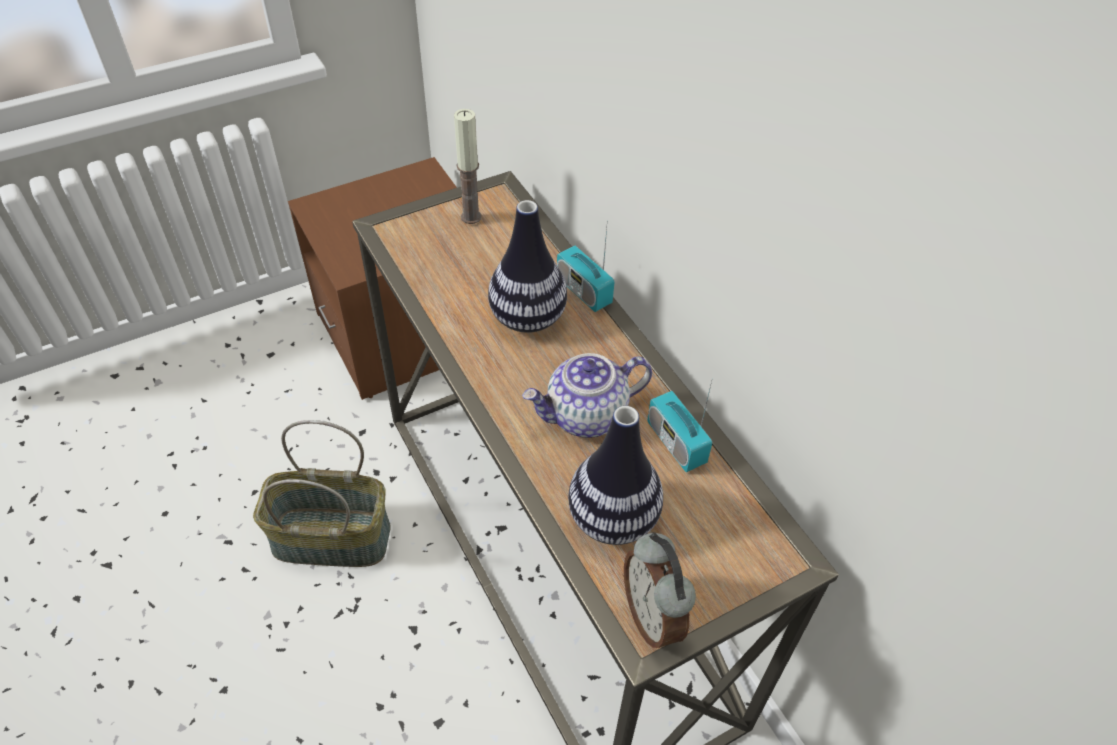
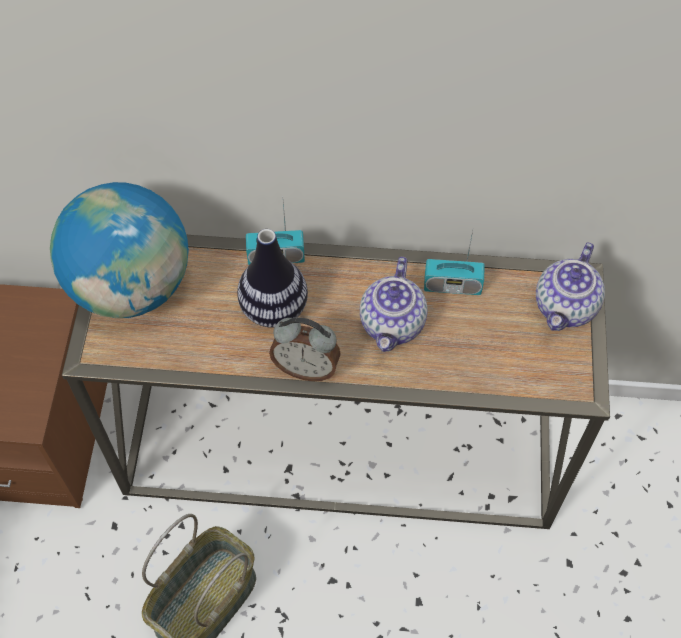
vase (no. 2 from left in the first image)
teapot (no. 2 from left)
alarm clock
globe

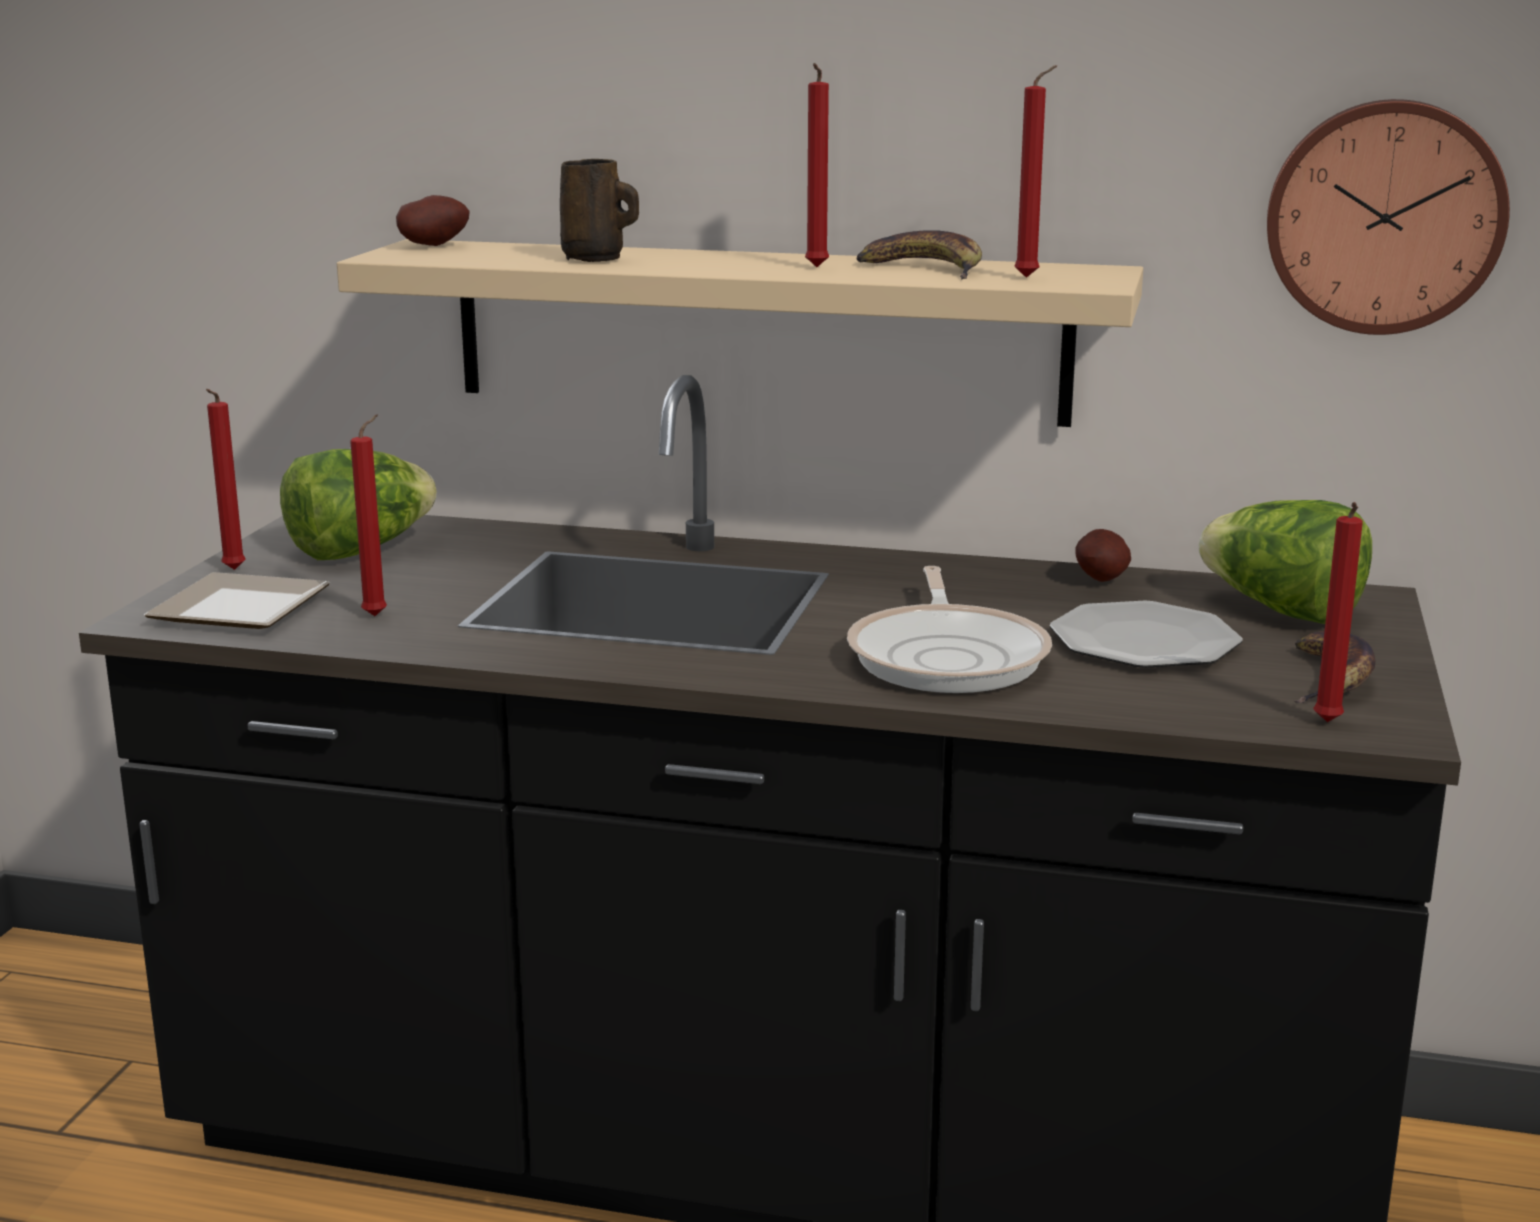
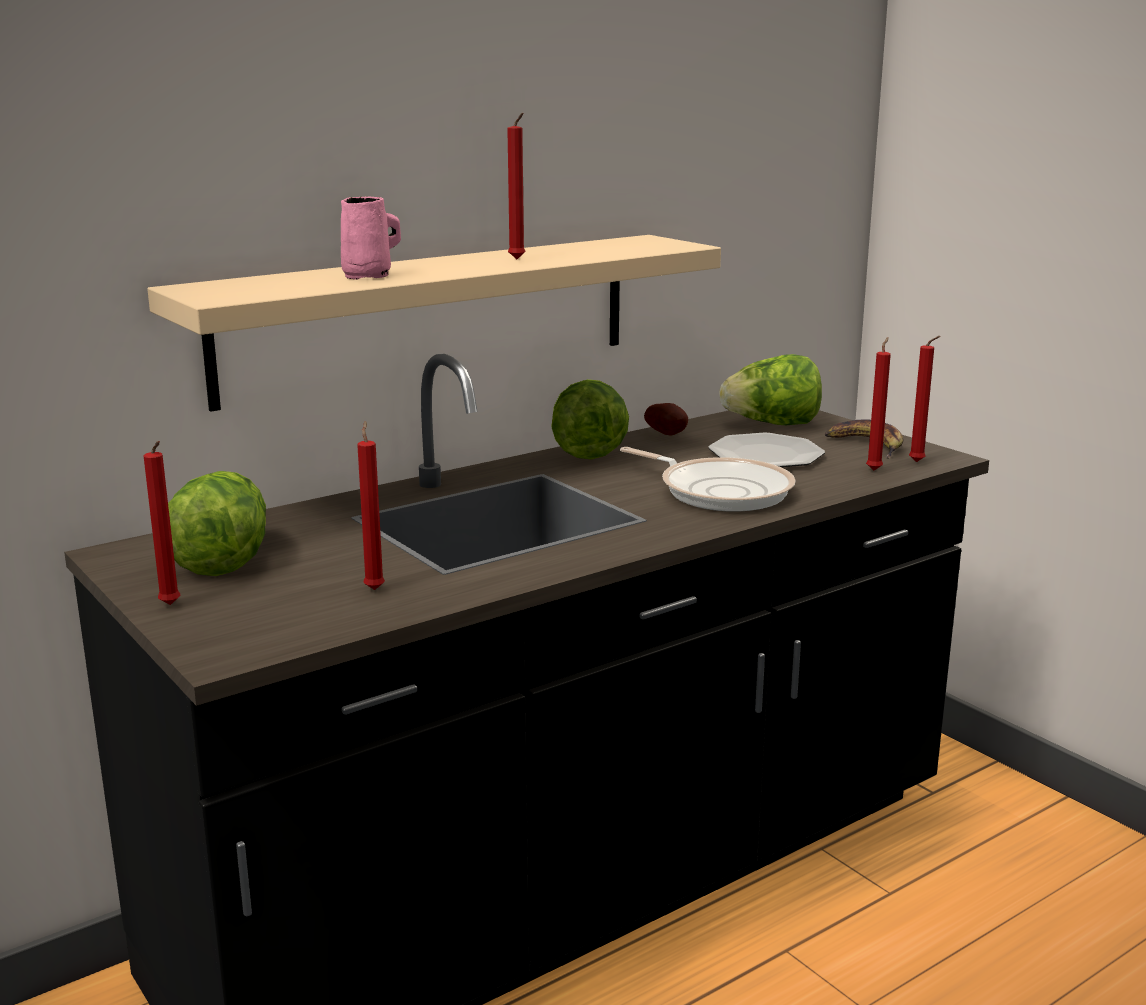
plate (no. 1 from left in the first image)
potato (no. 1 from left in the first image)
banana (no. 1 from left in the first image)
wall clock
lettuce (no. 2 from left)
candle/red (no. 4 from left)
mug/pink

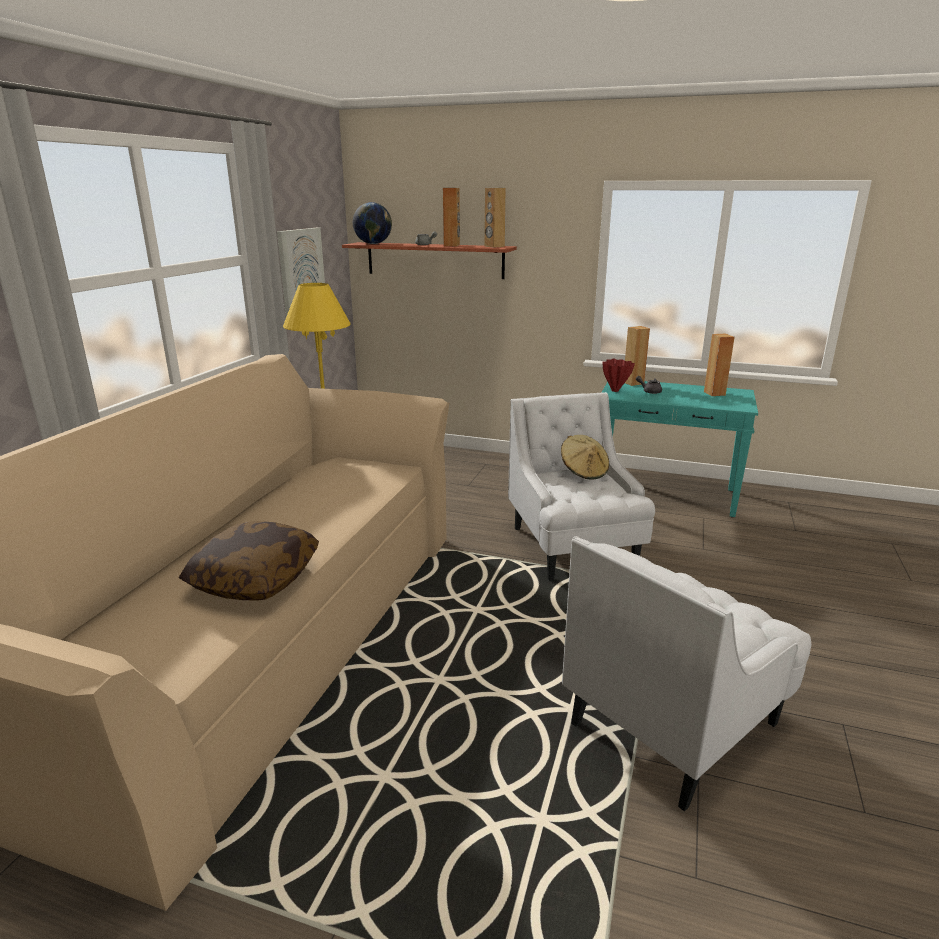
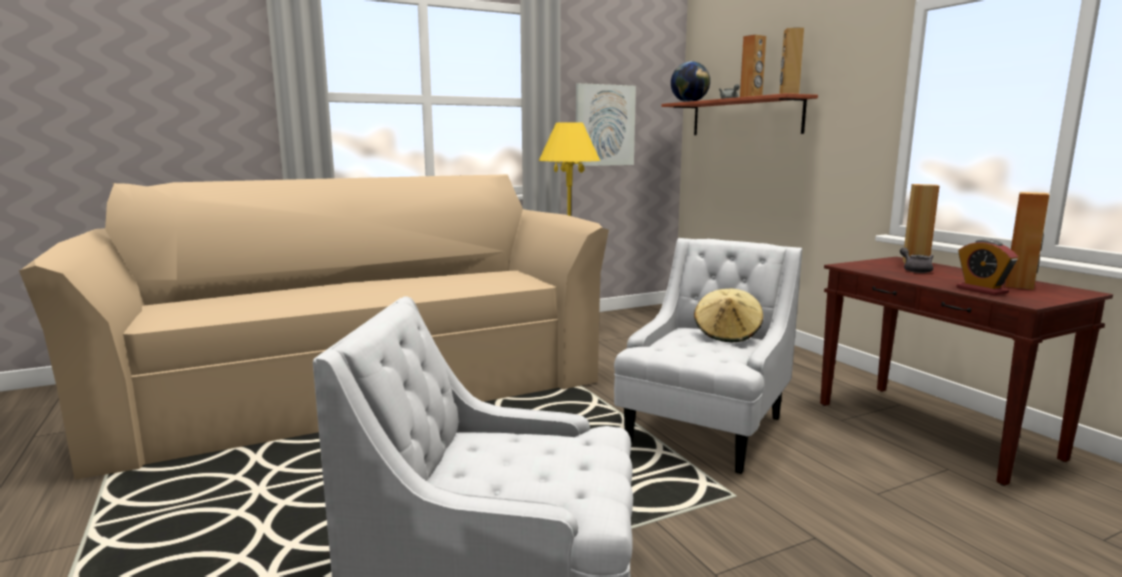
pillow
vase/red
alarm clock
console table/brown

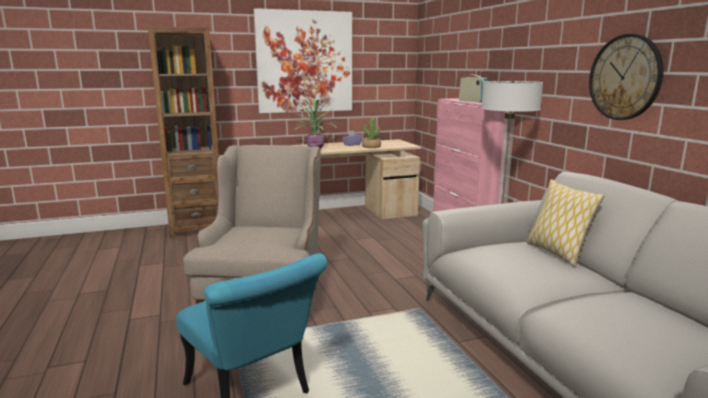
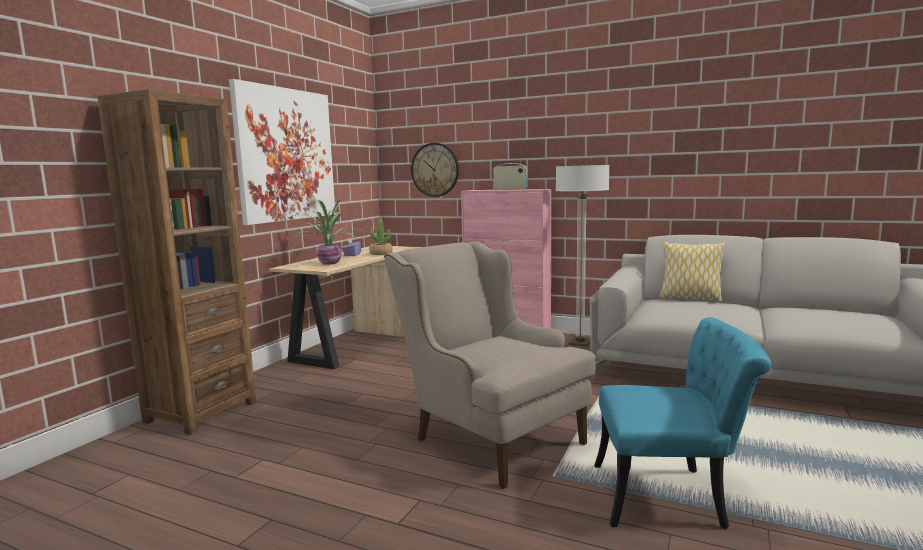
wall clock

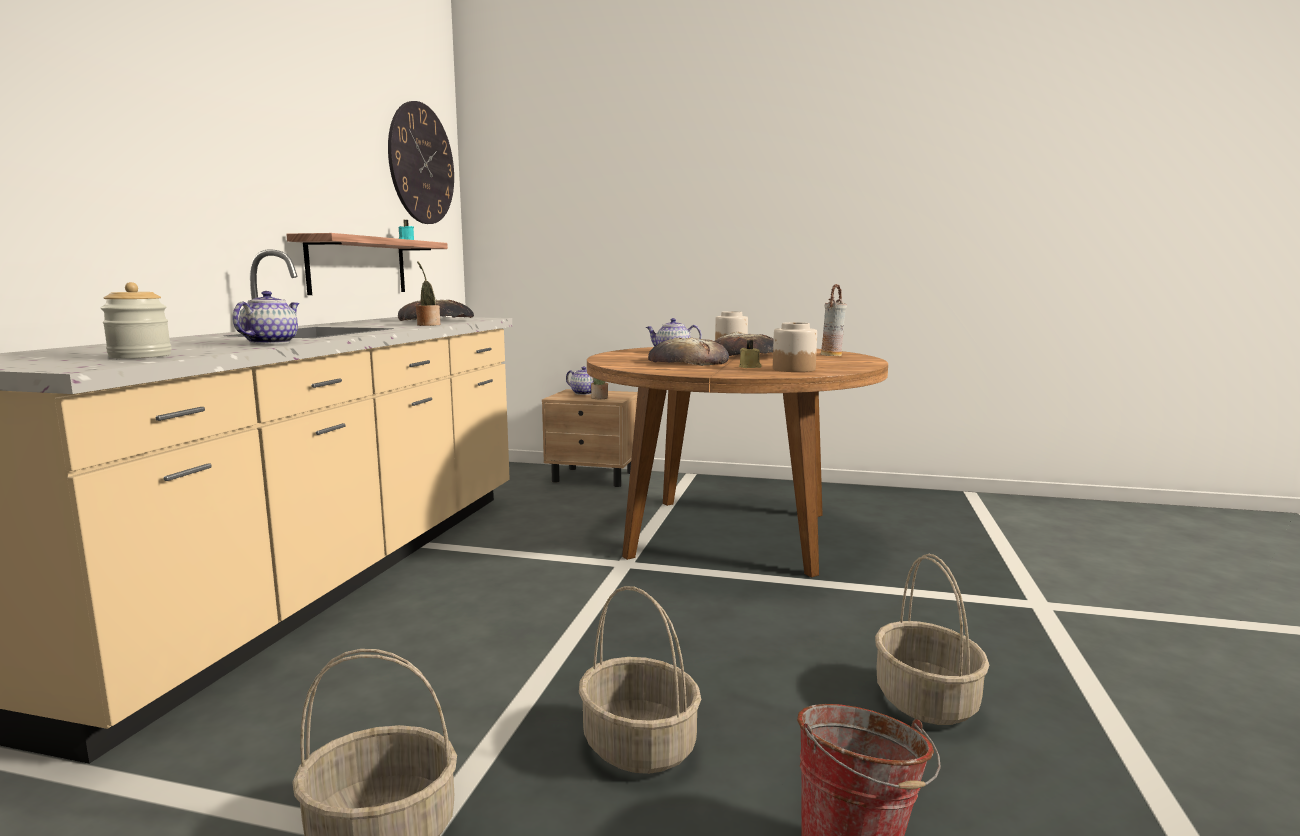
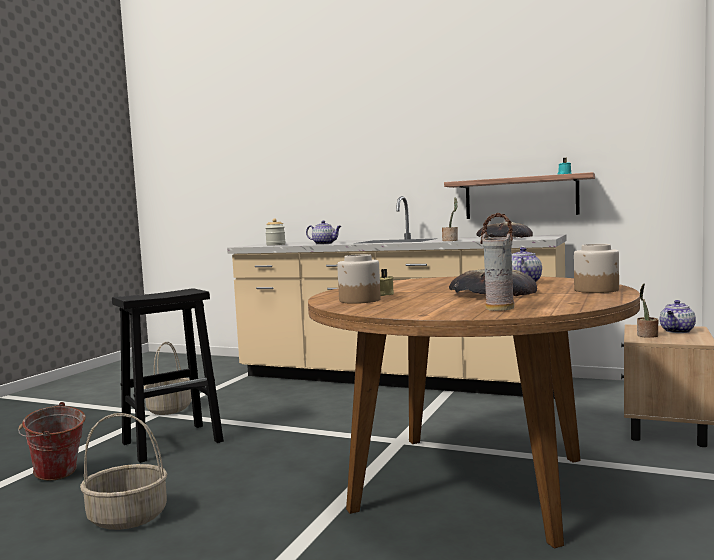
wall clock
bread (no. 2 from left in the first image)
stool/black

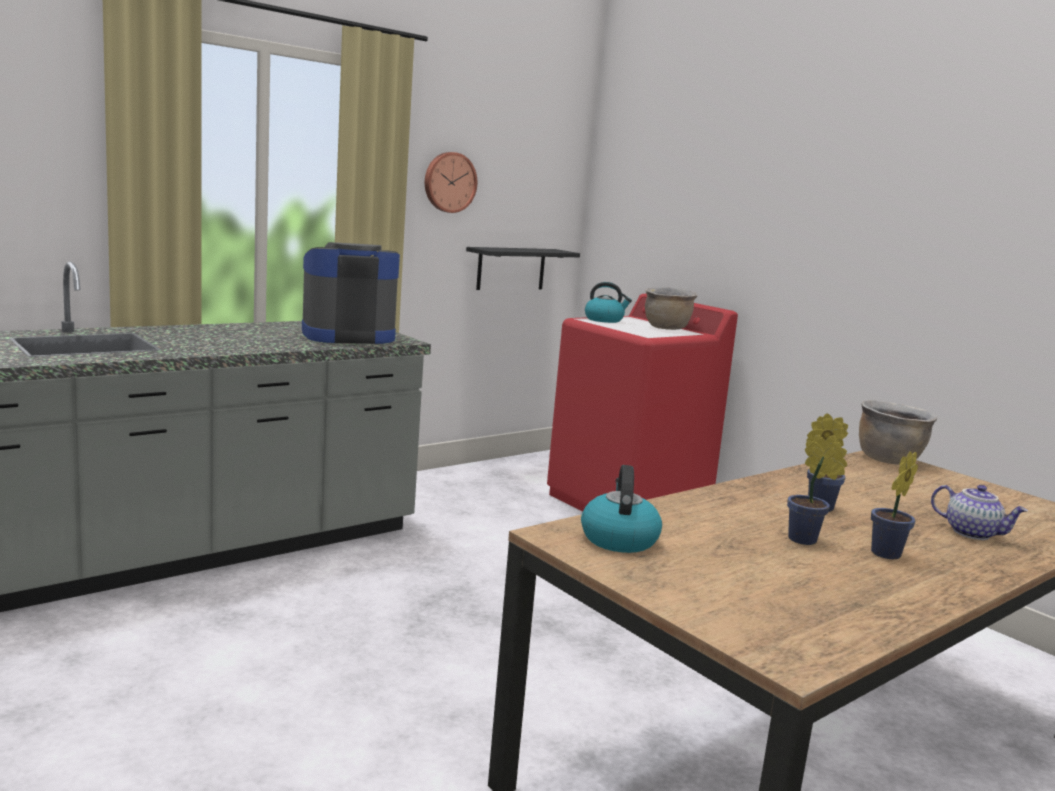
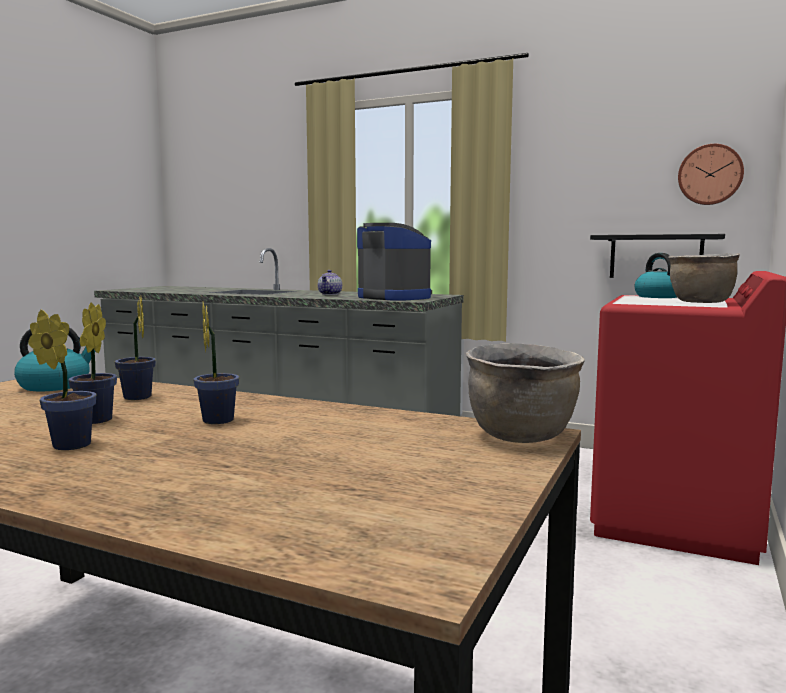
potted plant (no. 3 from left)
wall clock
teapot

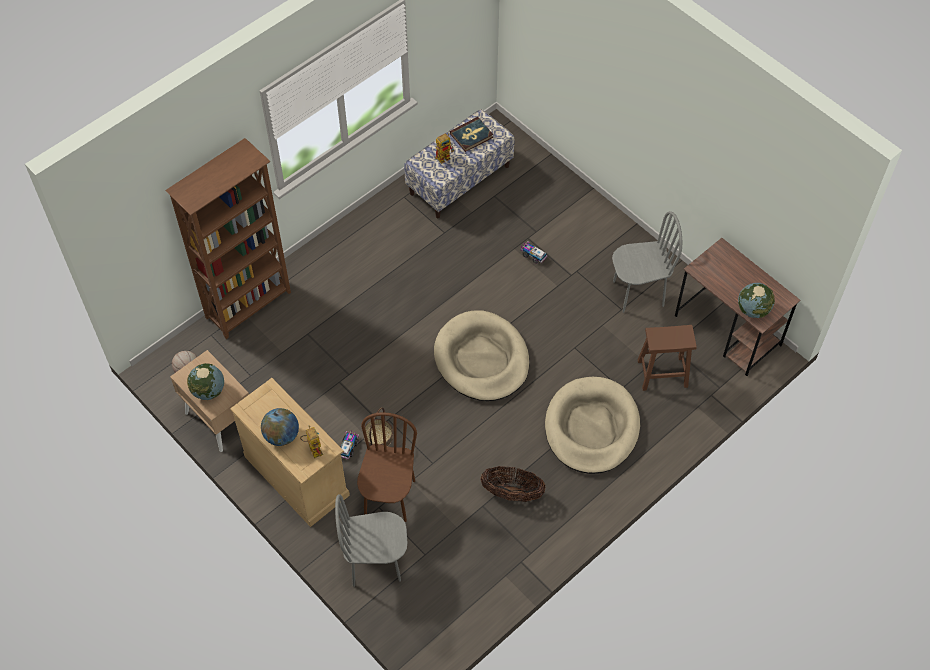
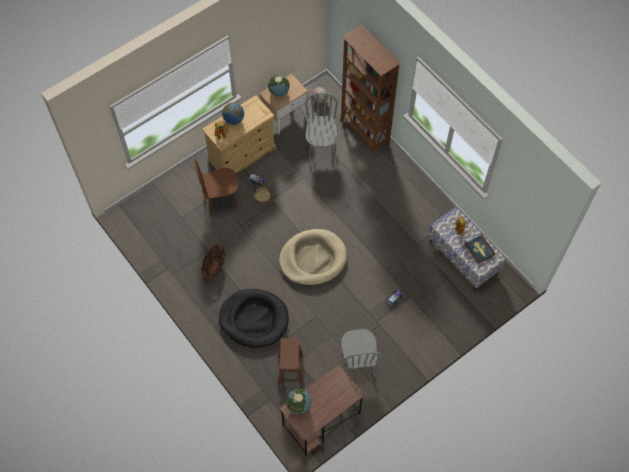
chair/grey (no. 1 from left)
dog bed/black
chair/brown

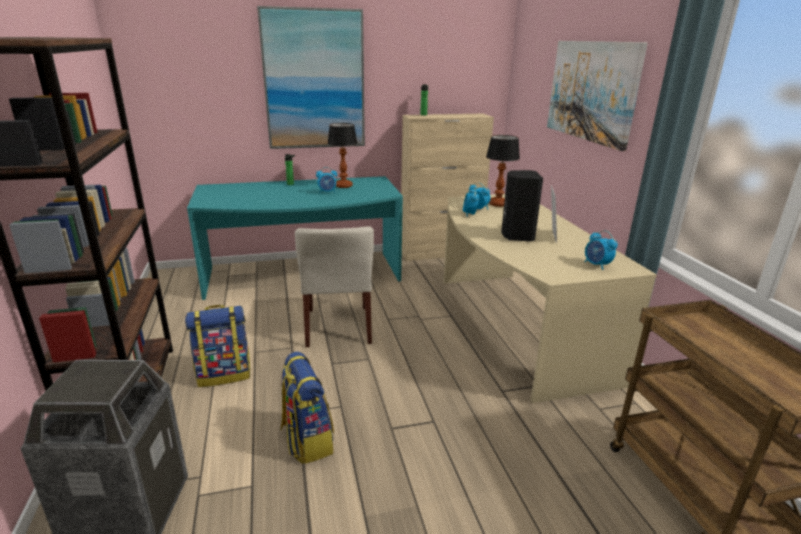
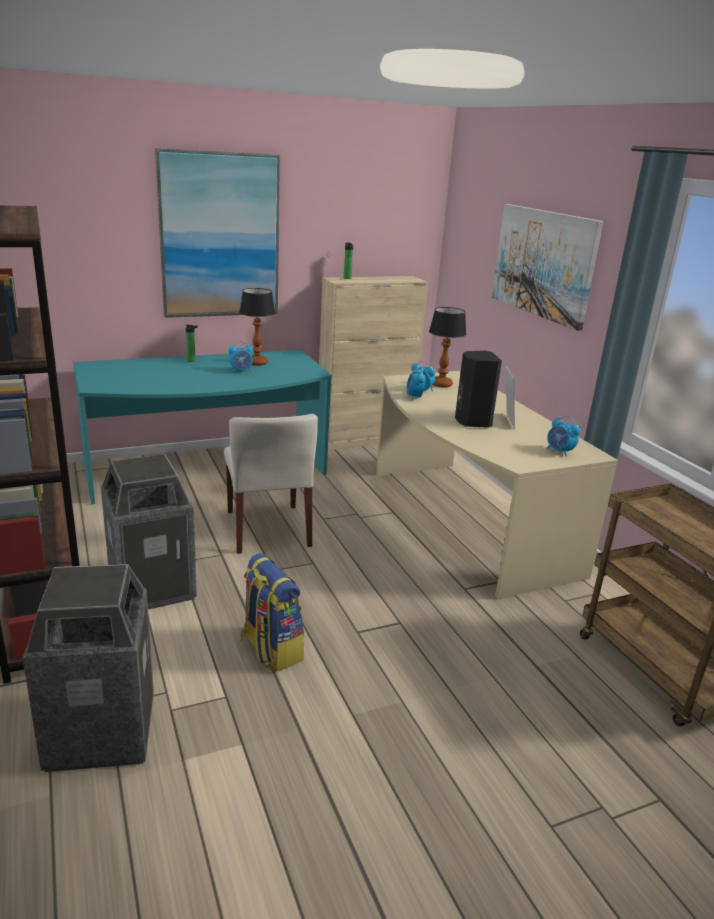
trash can (no. 2 from left)

